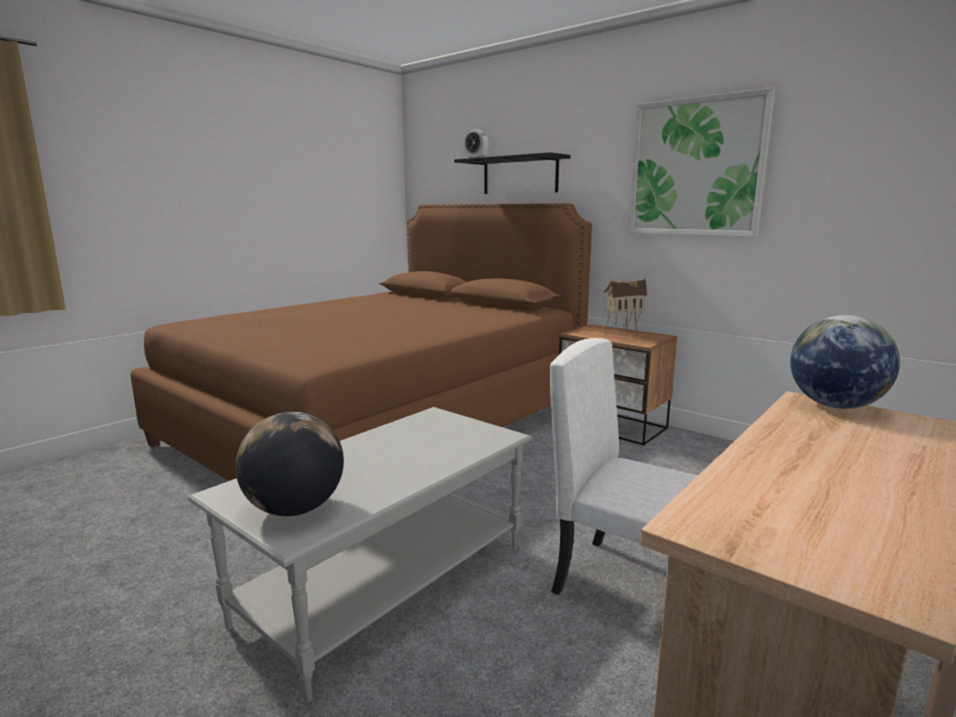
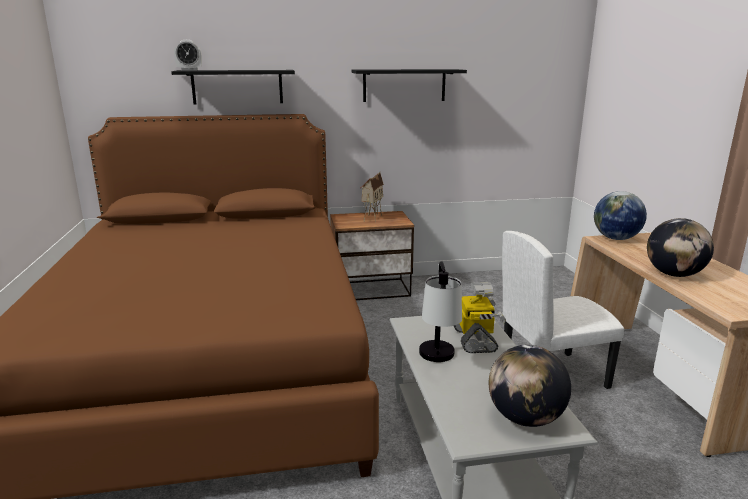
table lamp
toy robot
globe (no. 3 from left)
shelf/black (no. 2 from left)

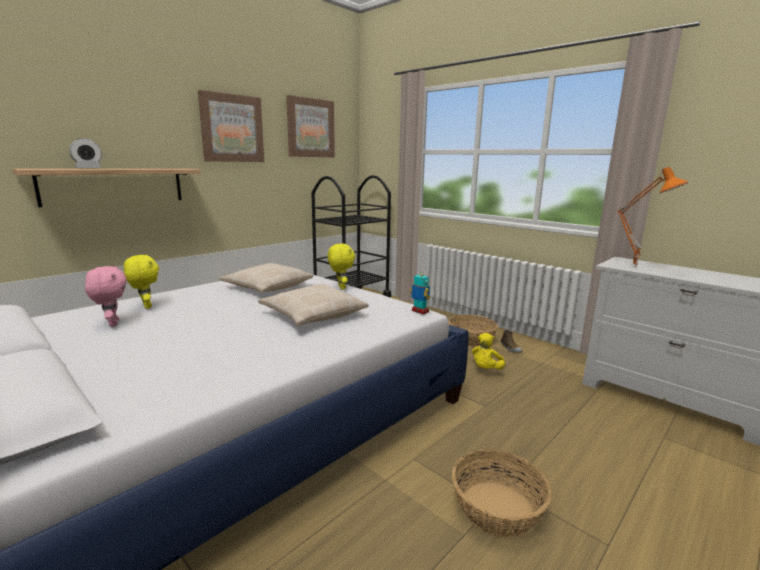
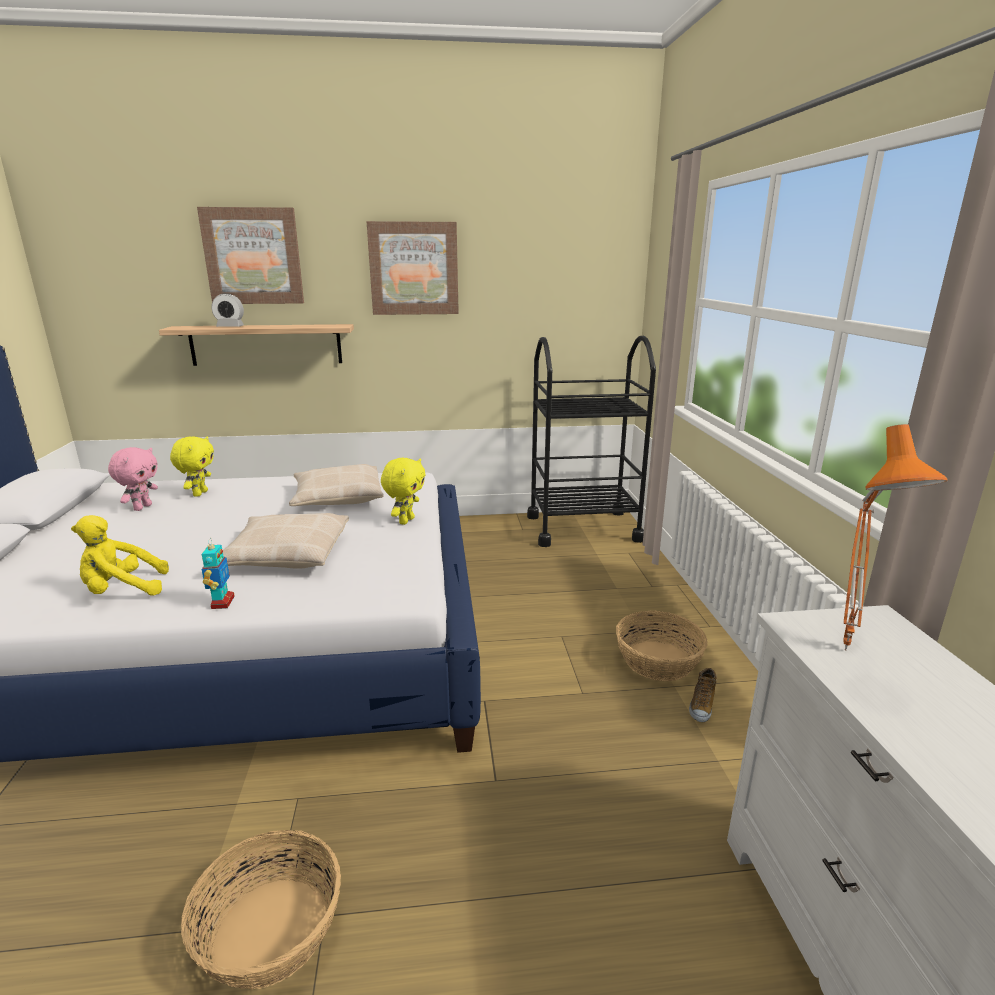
picture (no. 1 from left)
toy robot
plush toy/yellow (no. 1 from left)

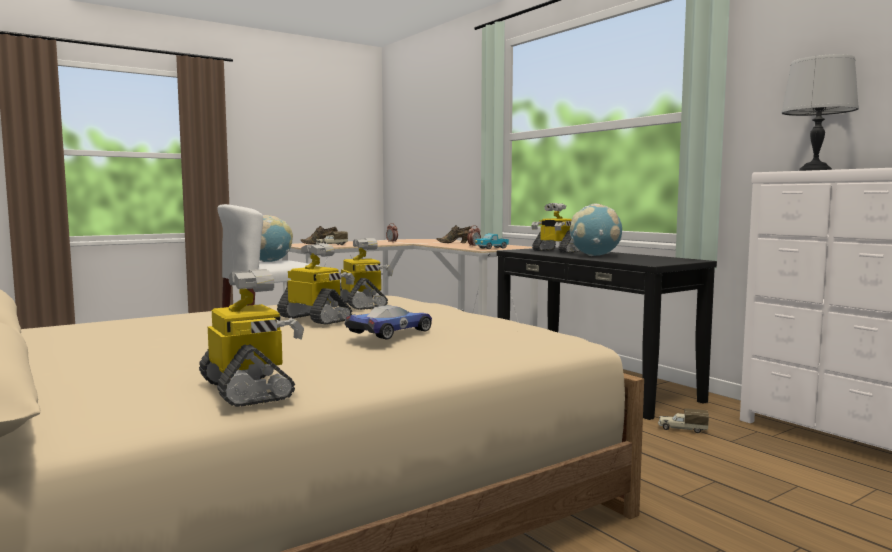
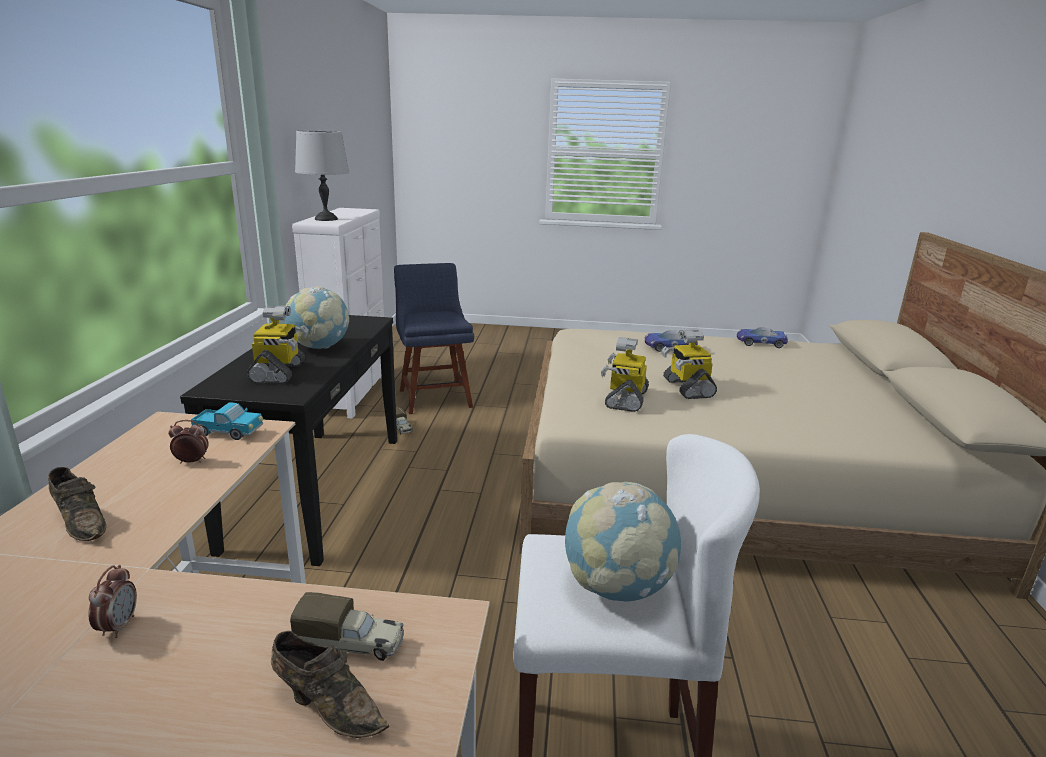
chair/blue
toy car (no. 2 from left)

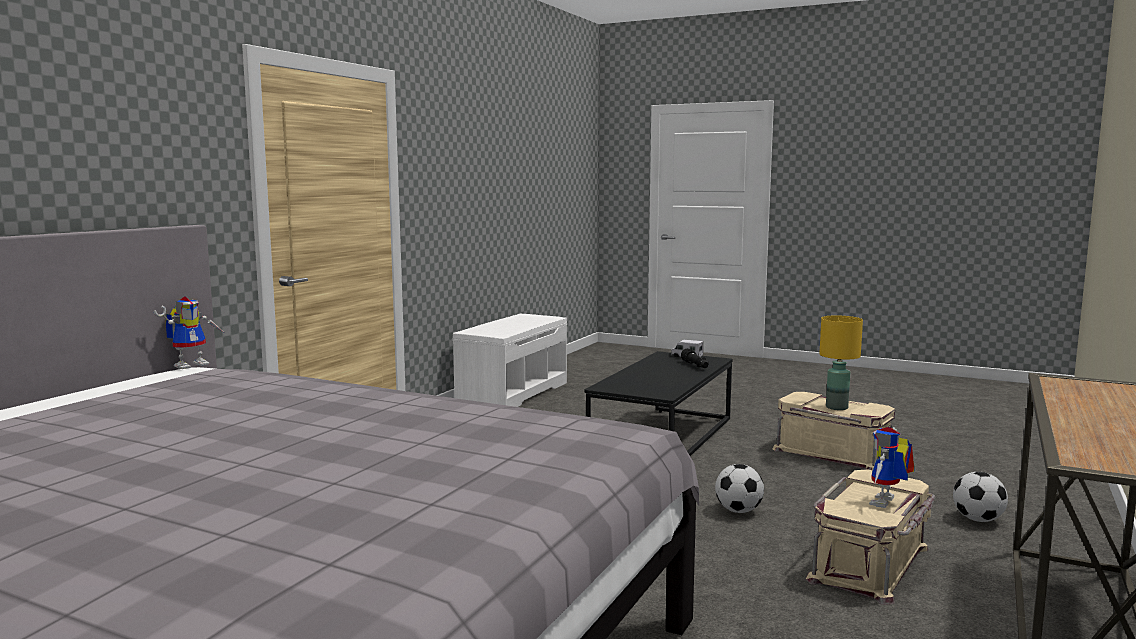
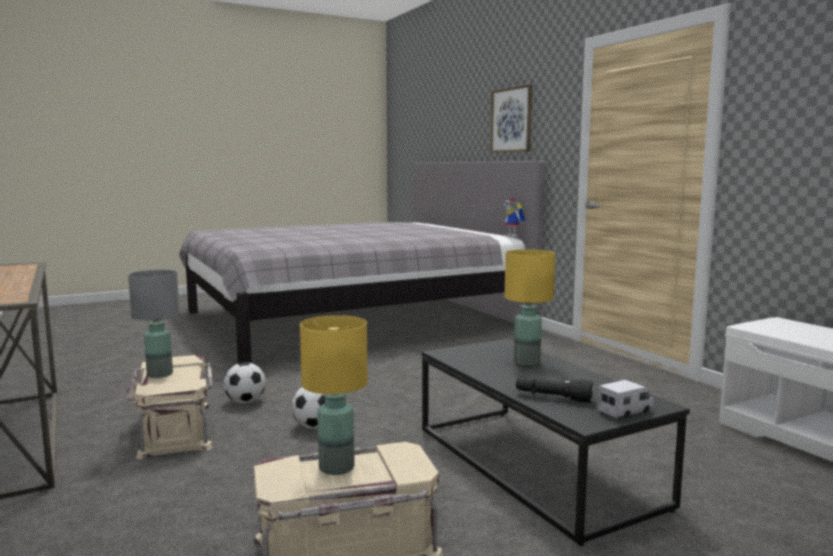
picture
table lamp/yellow (no. 2 from left)
football (no. 1 from left)
table lamp/grey

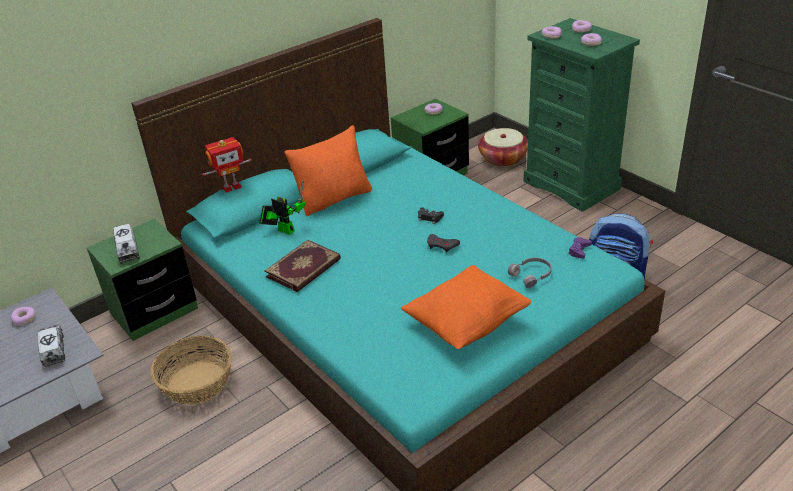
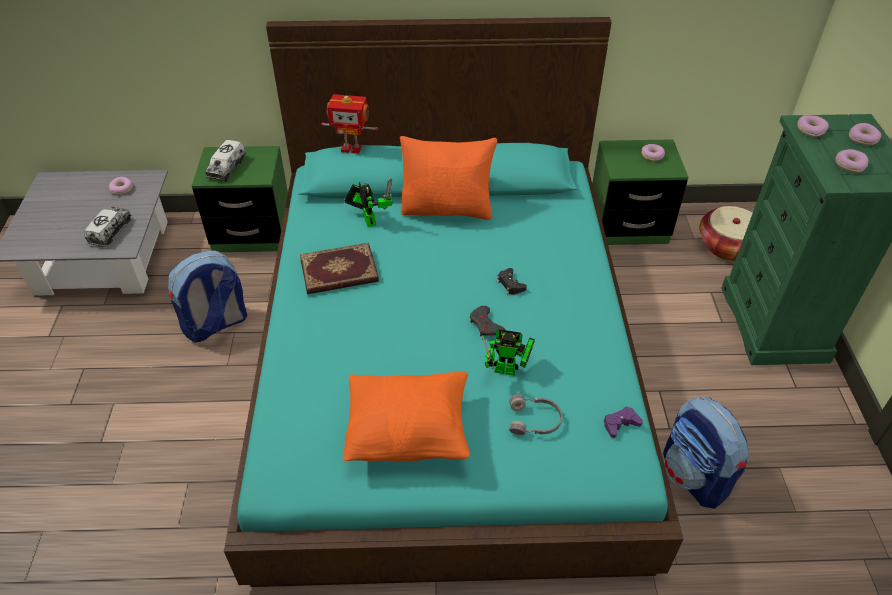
toy robot (no. 3 from left)
backpack (no. 1 from left)

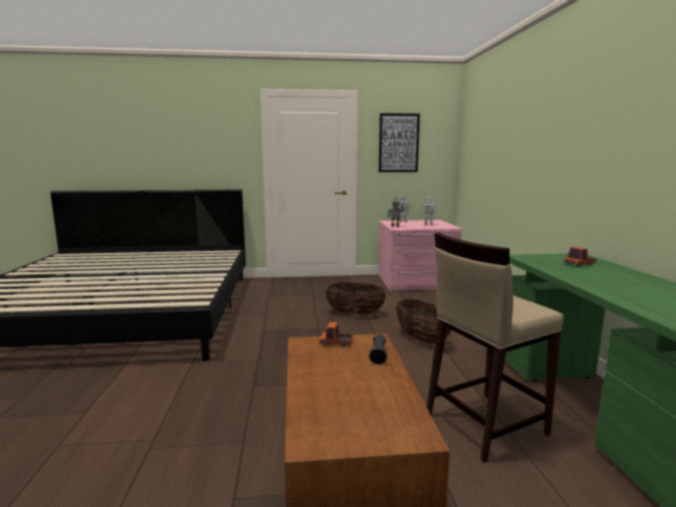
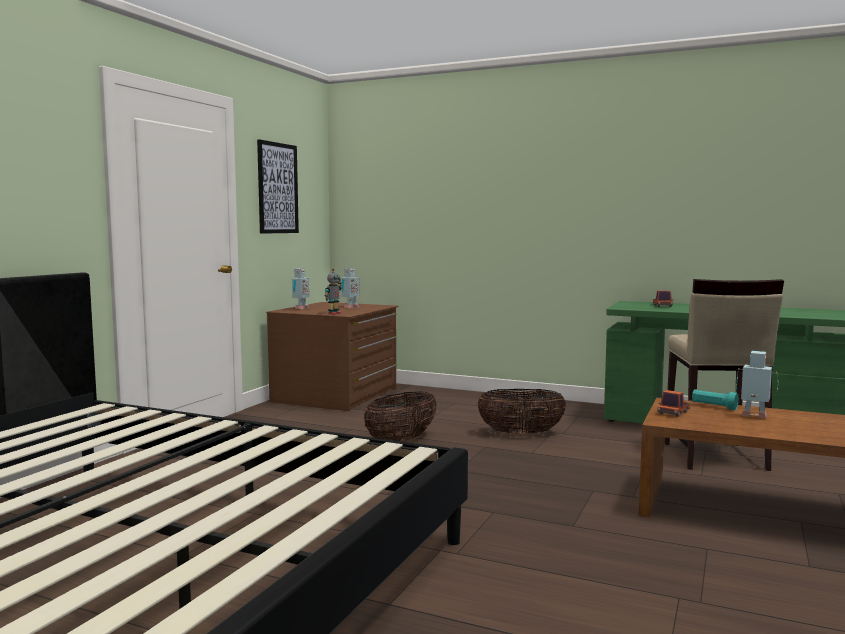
toy robot (no. 4 from left)
flashlight/turquoise
dresser/brown

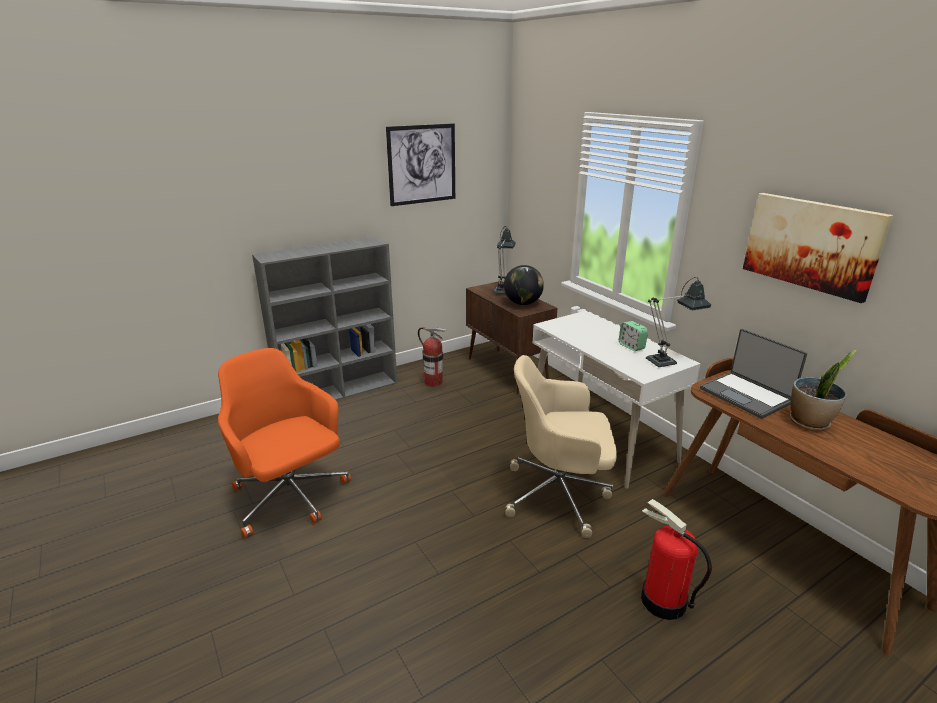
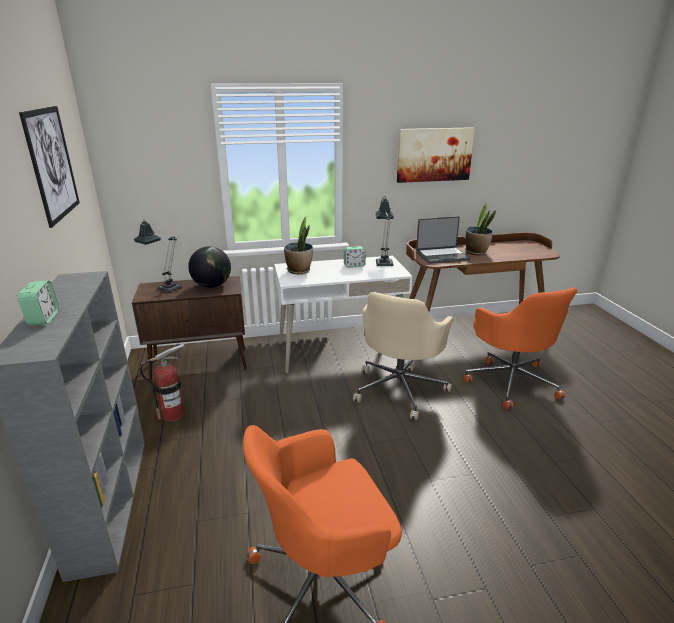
alarm clock (no. 1 from left)
potted plant (no. 1 from left)
office chair/orange (no. 2 from left)

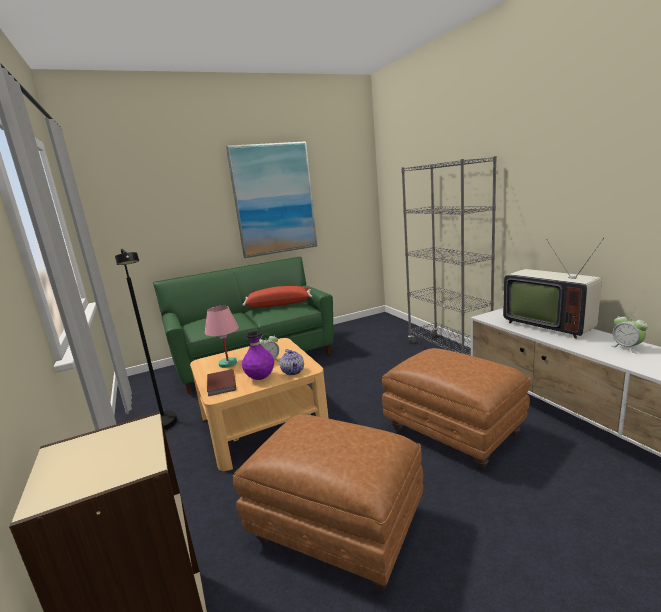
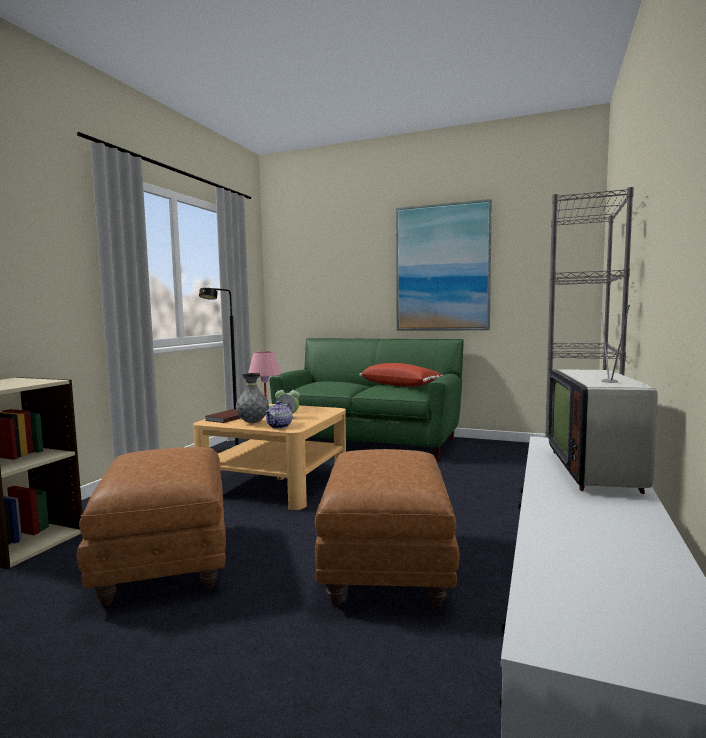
alarm clock (no. 2 from left in the first image)
vase/grey

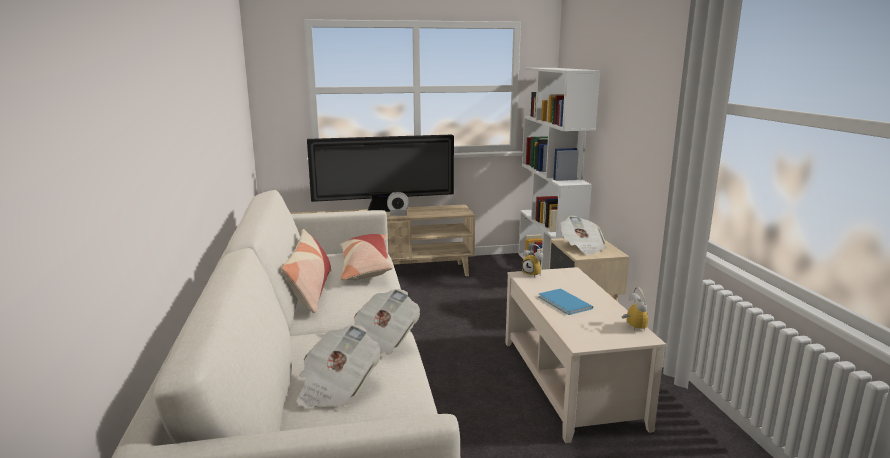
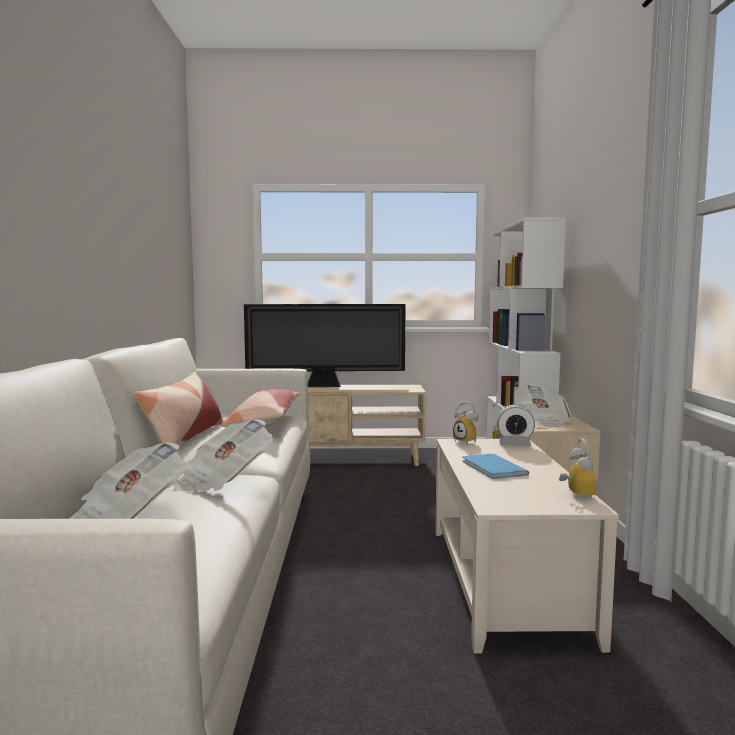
alarm clock (no. 2 from left)

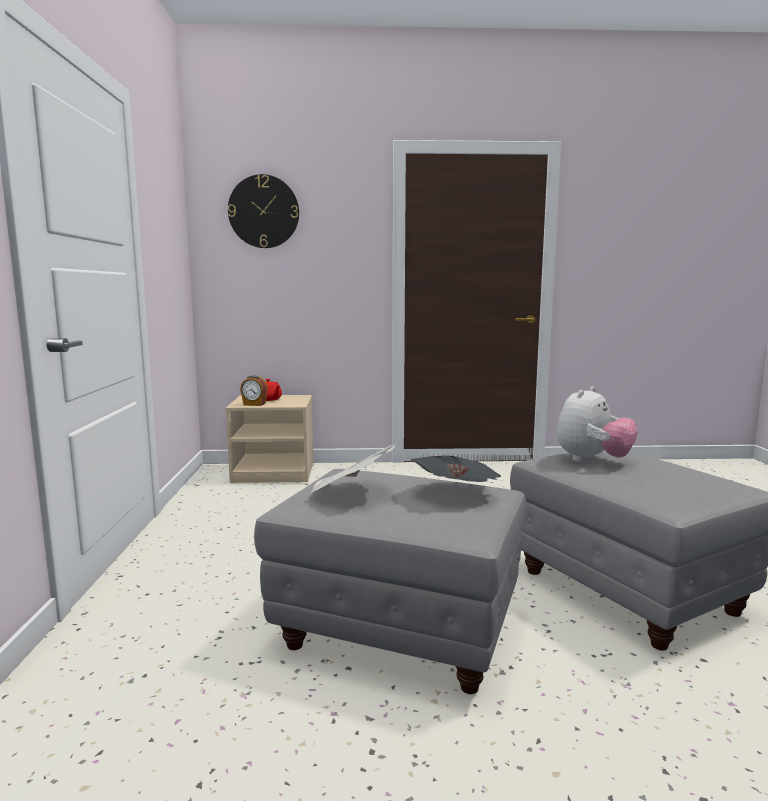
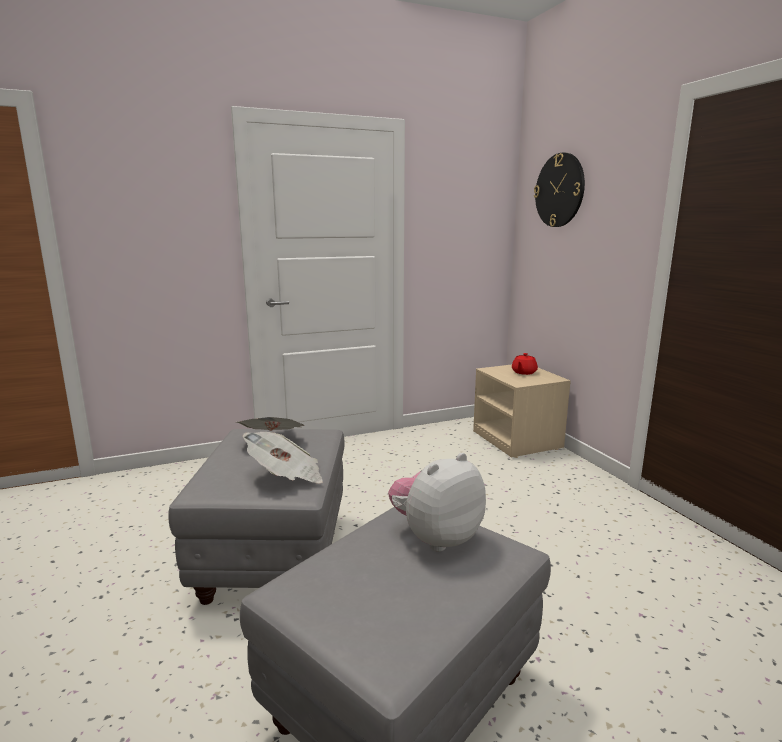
alarm clock
plush toy

